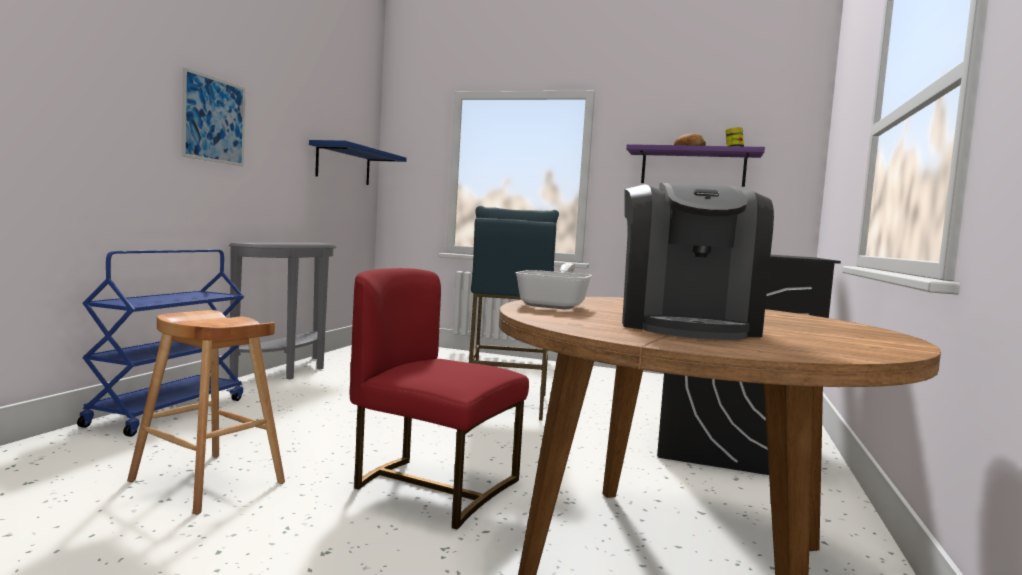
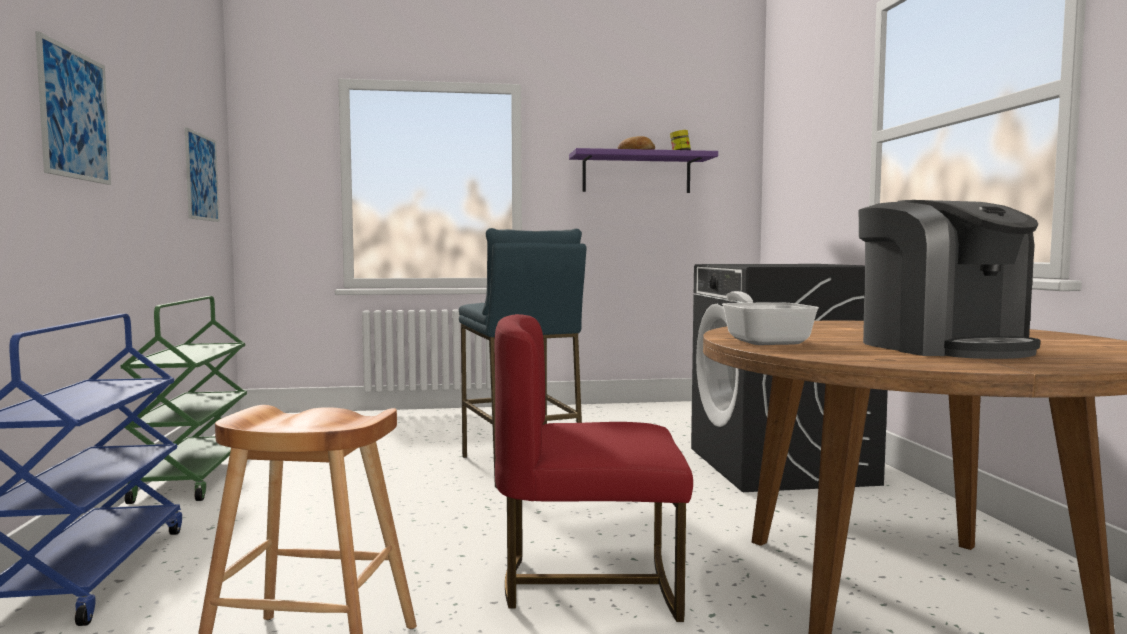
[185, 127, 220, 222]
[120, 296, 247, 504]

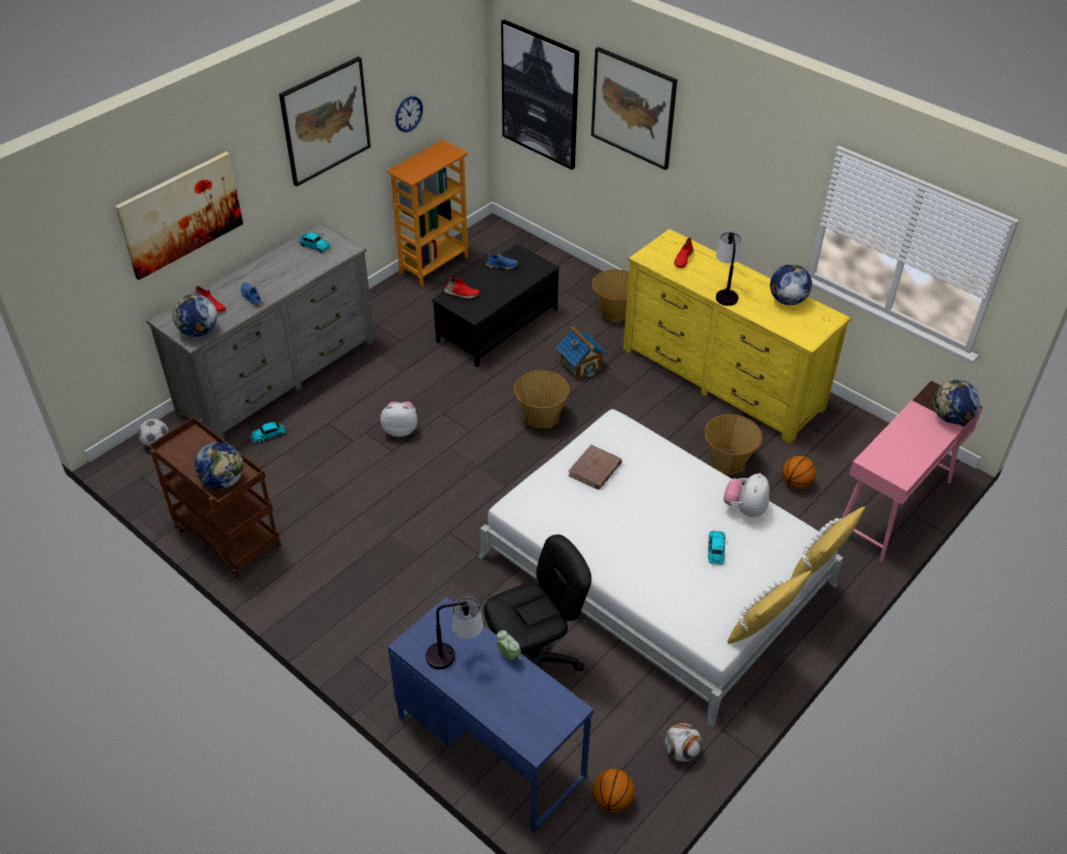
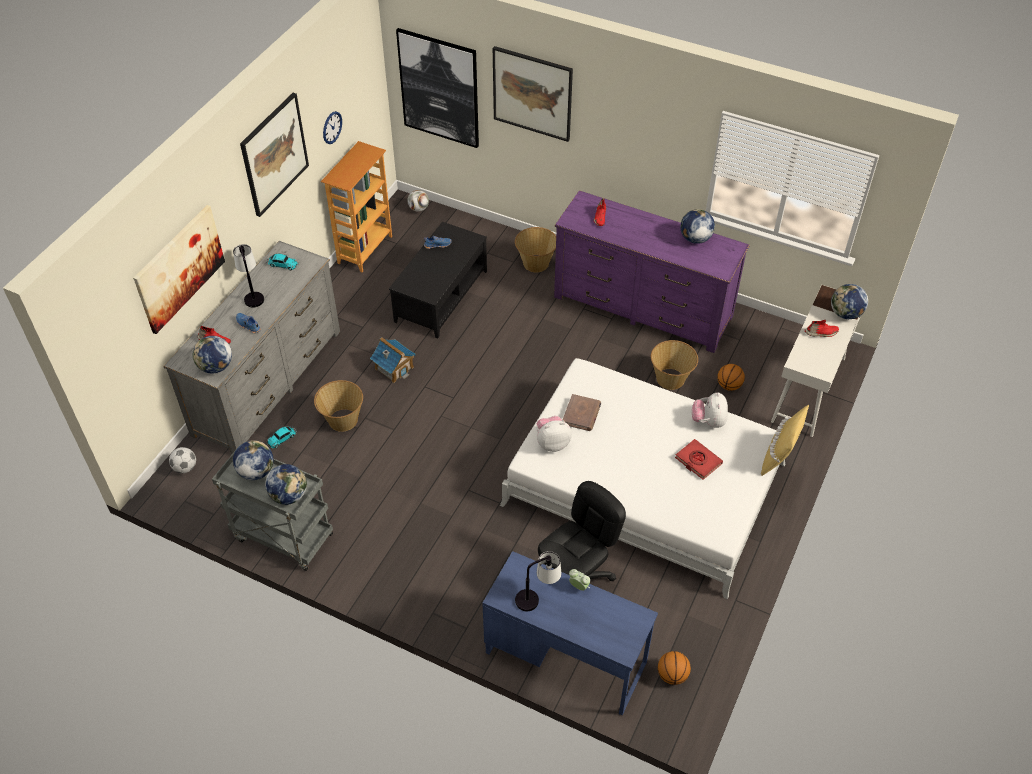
[554, 191, 750, 353]
[233, 244, 264, 308]
[805, 319, 839, 337]
[370, 337, 416, 383]
[314, 380, 363, 432]
[771, 285, 861, 437]
[536, 416, 572, 452]
[212, 444, 333, 571]
[675, 439, 723, 480]
[727, 571, 812, 644] (first image)
[407, 190, 429, 212]
[233, 440, 274, 480]

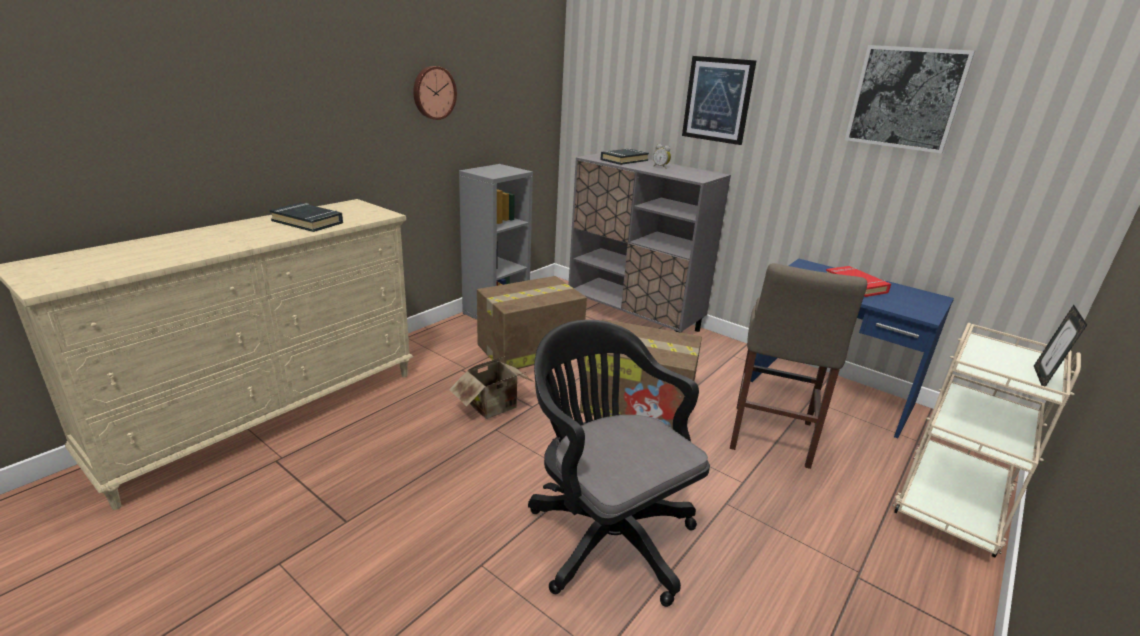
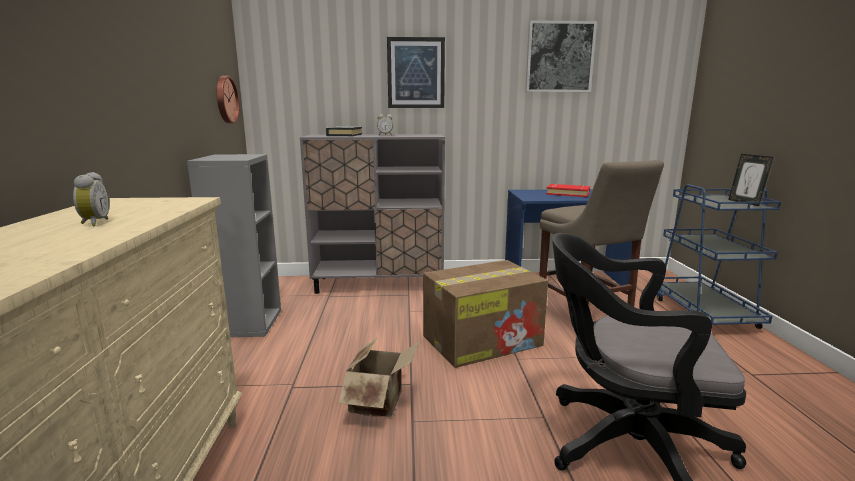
[217, 76, 240, 123]
[73, 172, 110, 226]
[477, 276, 587, 369] (first image)
[656, 184, 781, 329]

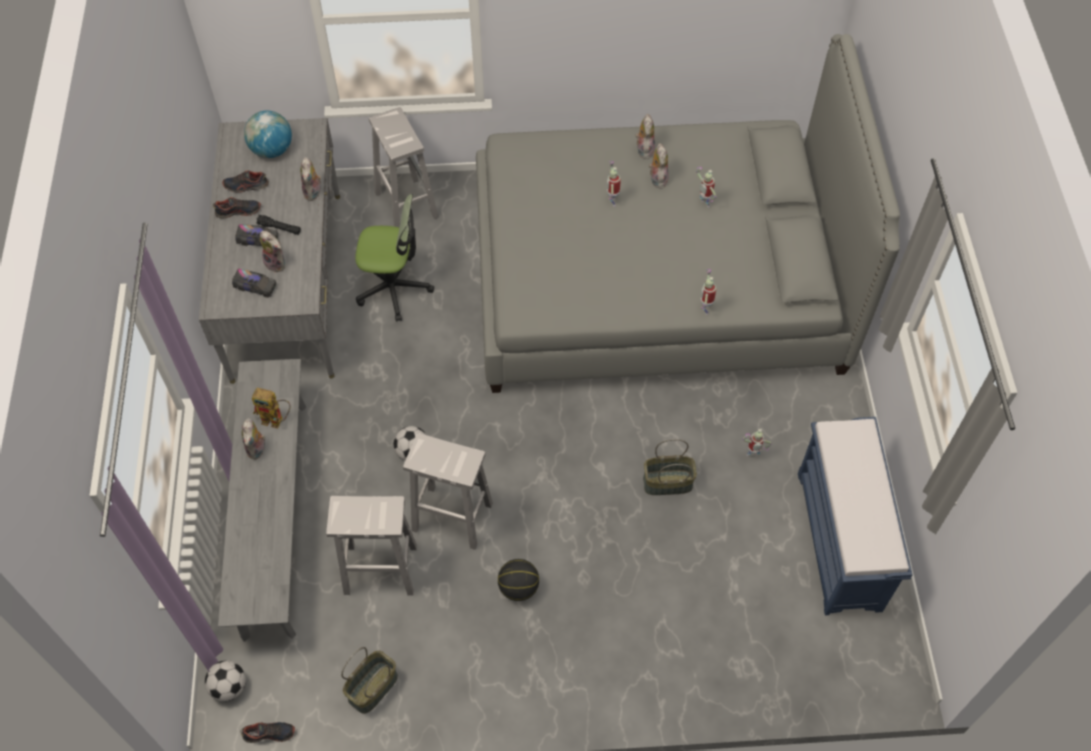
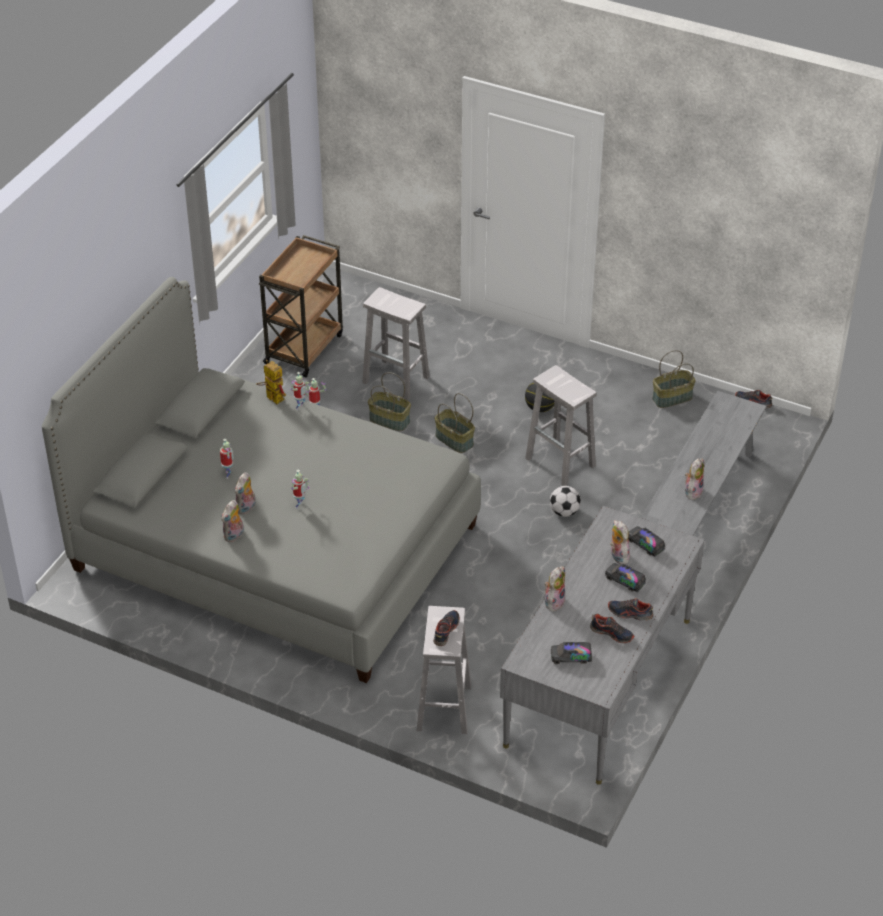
[551, 642, 592, 664]
[355, 194, 434, 322] (first image)
[256, 215, 301, 235] (first image)
[256, 360, 286, 404]
[259, 235, 343, 377]
[362, 287, 430, 401]
[205, 660, 246, 701] (first image)
[435, 393, 475, 453]
[433, 610, 460, 646]

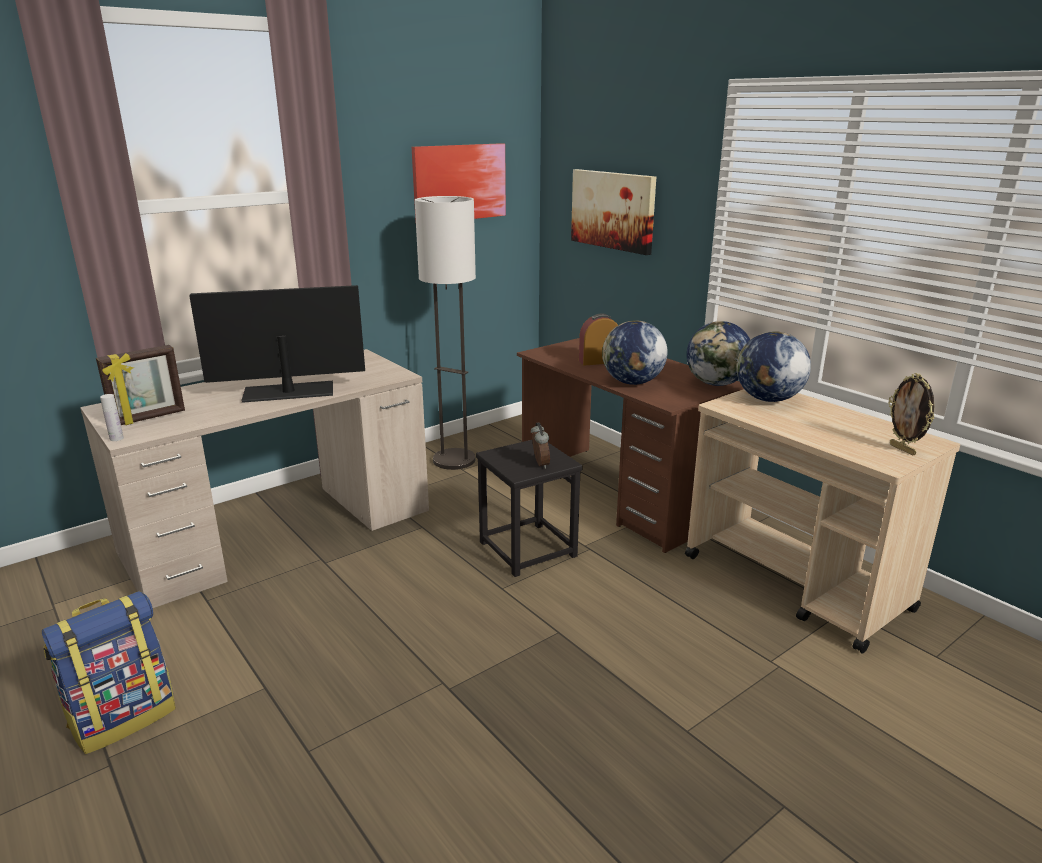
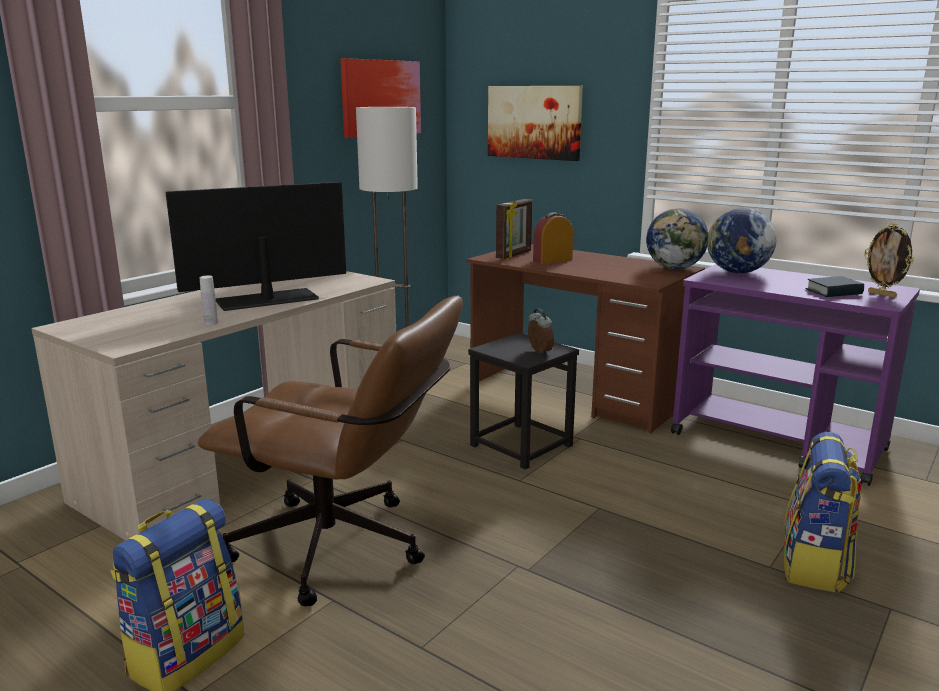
[602, 320, 668, 385] (first image)
[496, 199, 532, 259]
[671, 264, 920, 486]
[199, 276, 218, 325]
[805, 276, 864, 297]
[198, 296, 463, 607]
[783, 432, 861, 593]

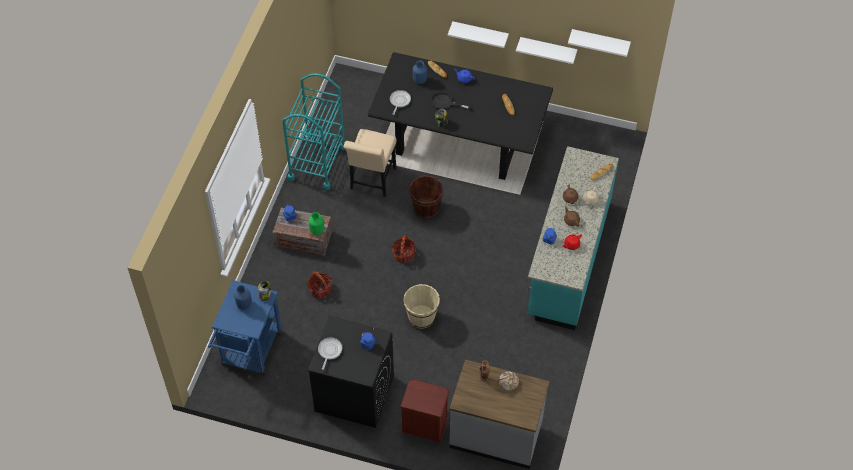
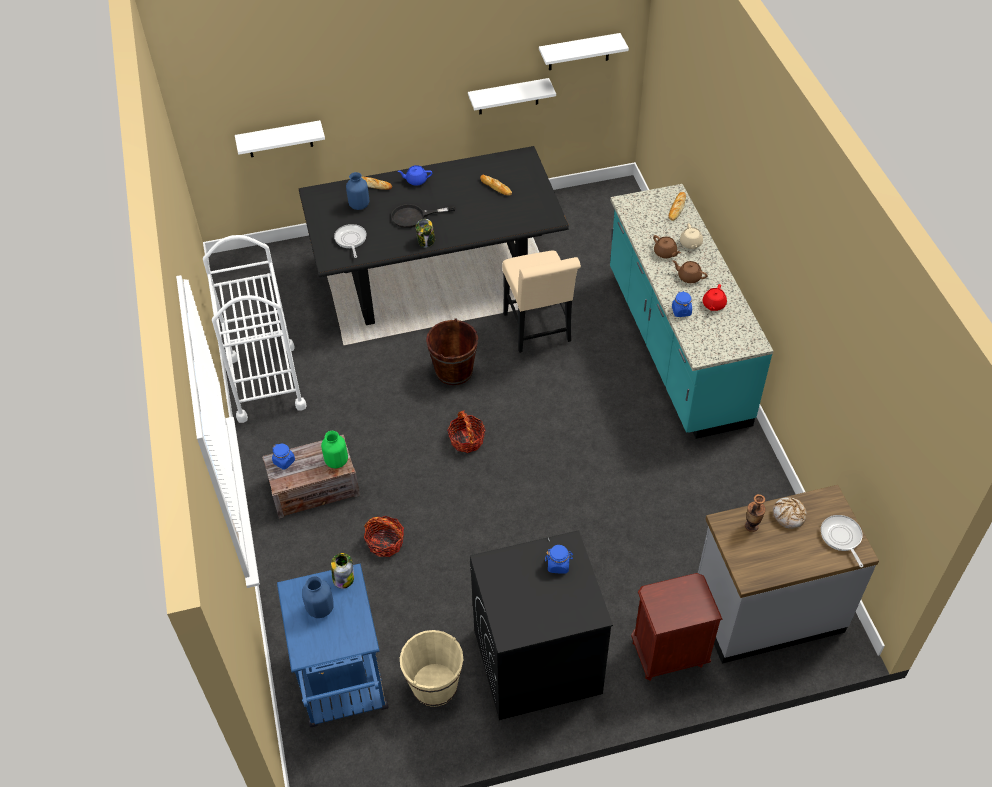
[235, 120, 325, 157]
[203, 235, 307, 423]
[502, 251, 581, 353]
[400, 630, 463, 707]
[821, 515, 863, 567]

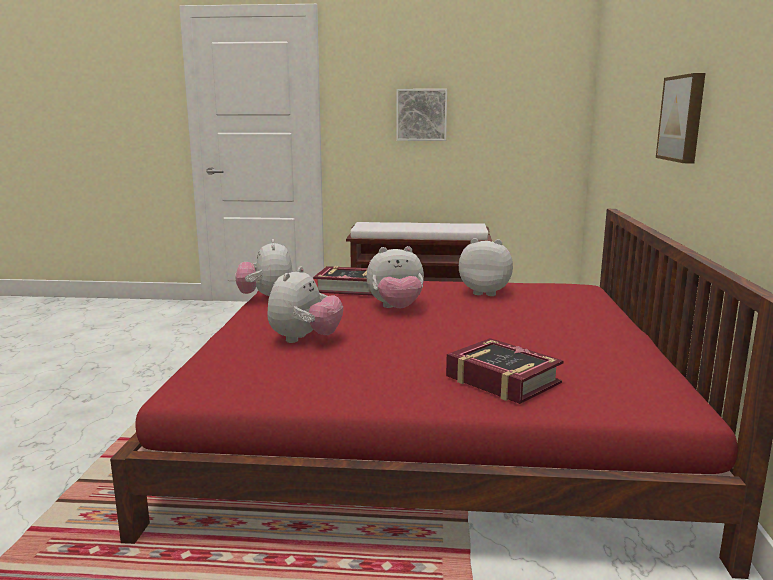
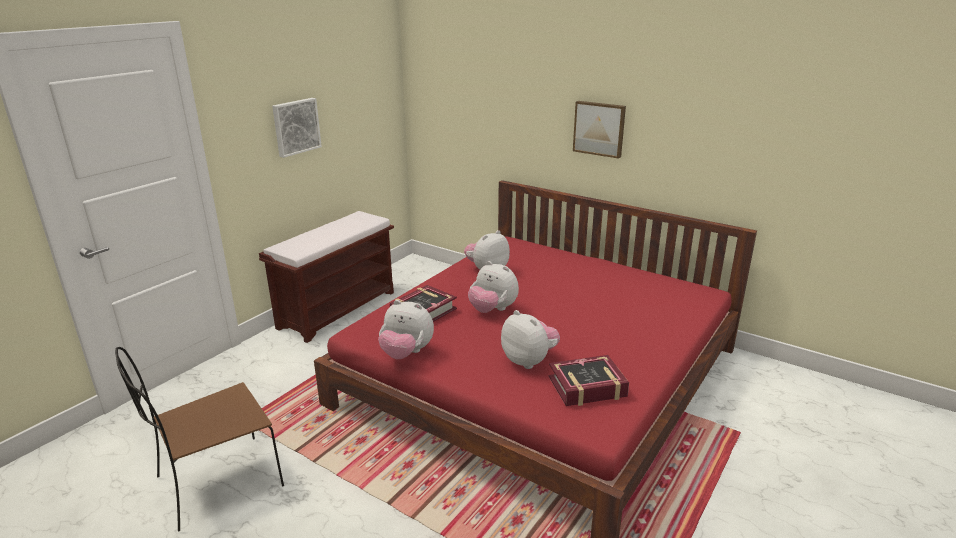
[468, 261, 519, 313]
[549, 355, 629, 406]
[115, 347, 284, 532]

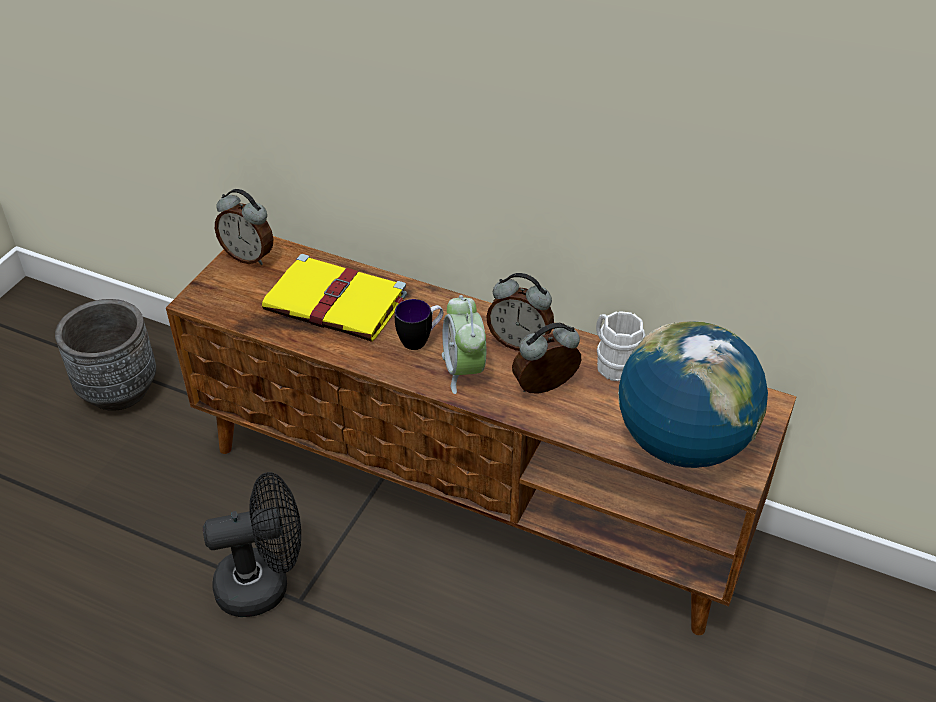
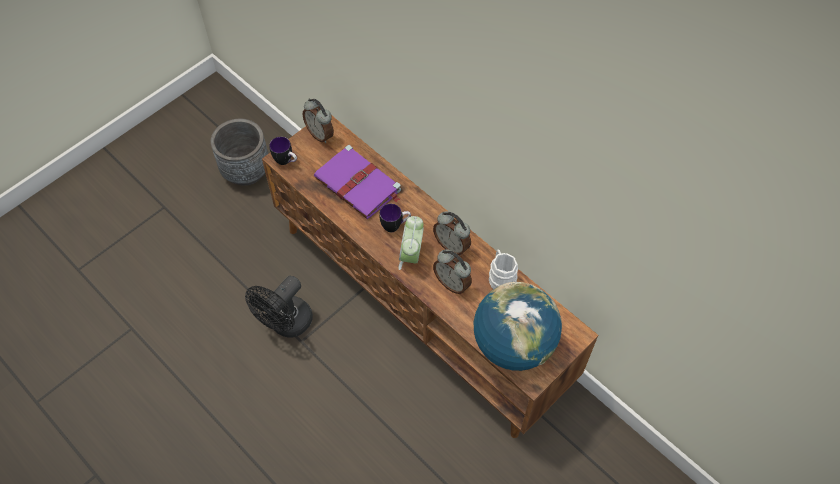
[314, 145, 401, 219]
[433, 249, 472, 294]
[245, 276, 313, 338]
[269, 137, 297, 165]

